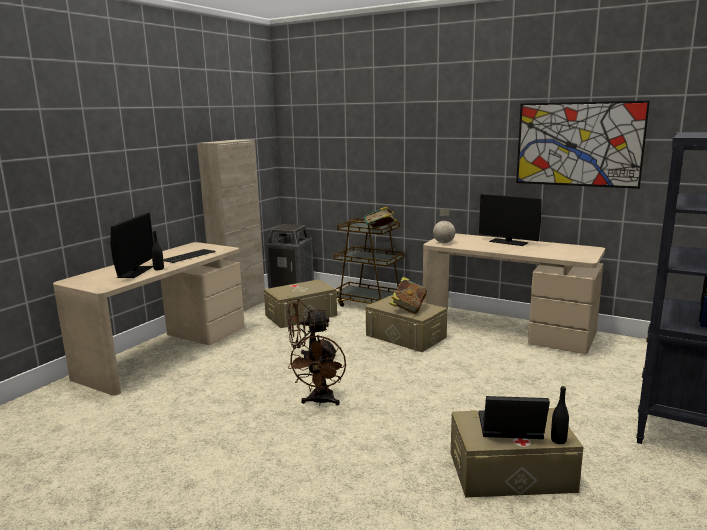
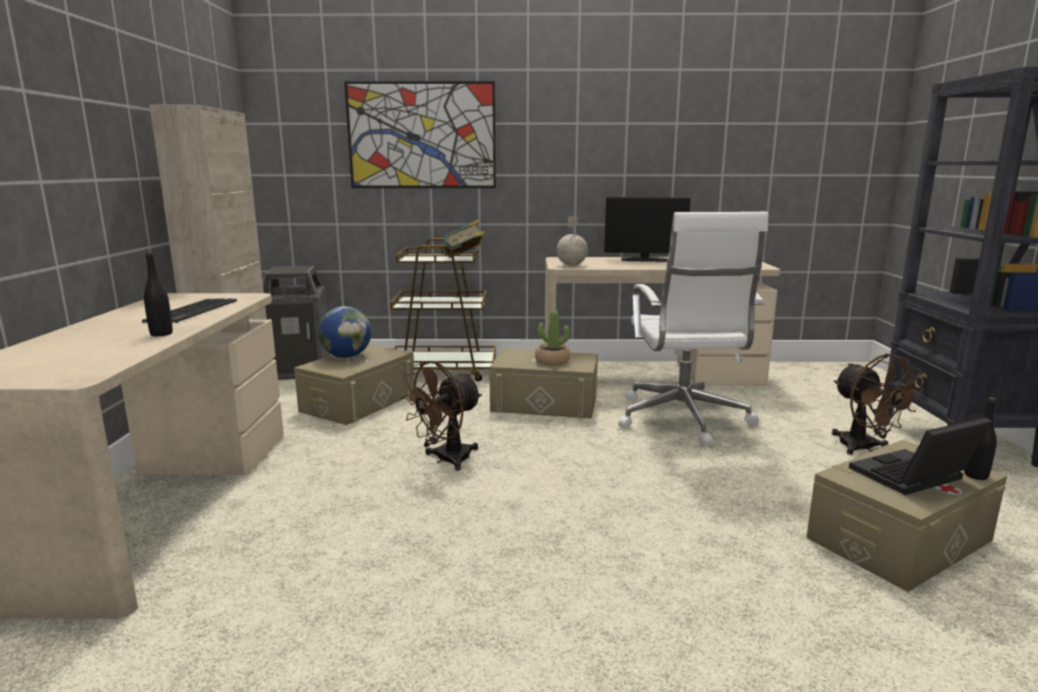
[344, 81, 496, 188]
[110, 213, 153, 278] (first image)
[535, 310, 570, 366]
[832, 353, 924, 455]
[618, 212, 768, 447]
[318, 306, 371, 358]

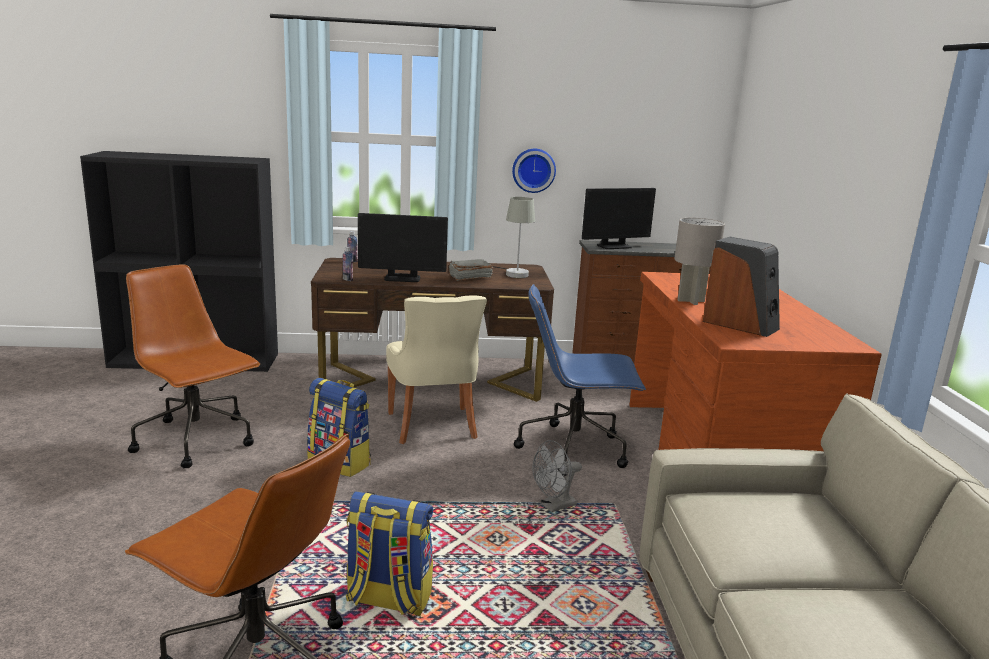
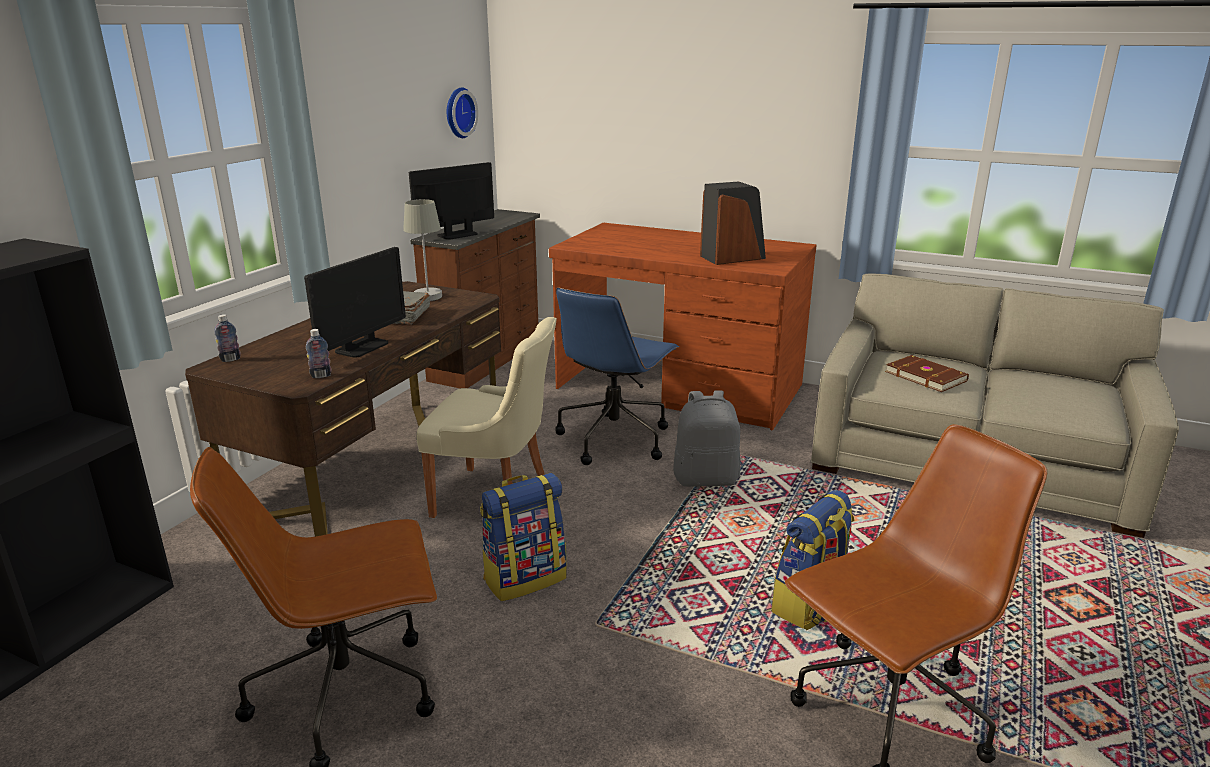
[447, 87, 478, 138]
[409, 162, 494, 240]
[674, 218, 725, 305] (first image)
[673, 391, 740, 487]
[885, 355, 969, 392]

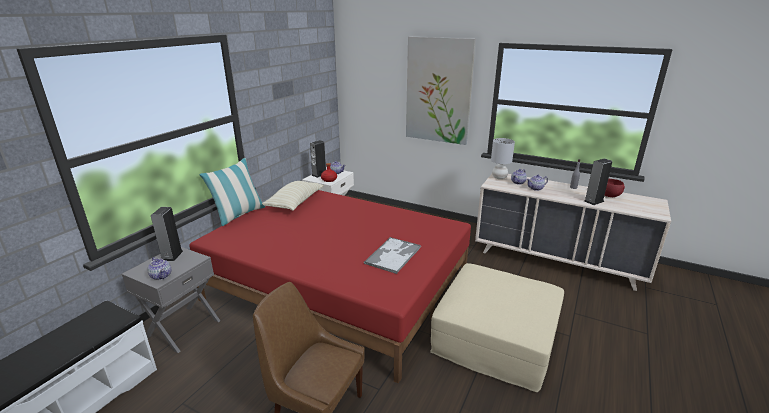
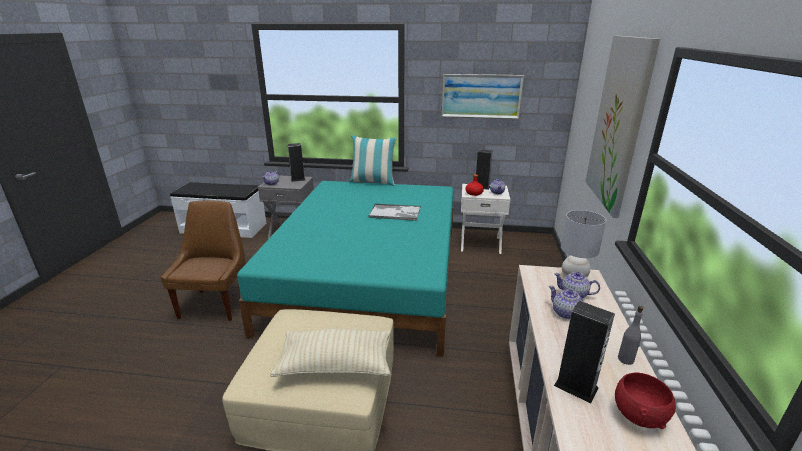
[270, 329, 391, 377]
[237, 181, 454, 357]
[368, 204, 421, 221]
[441, 74, 524, 119]

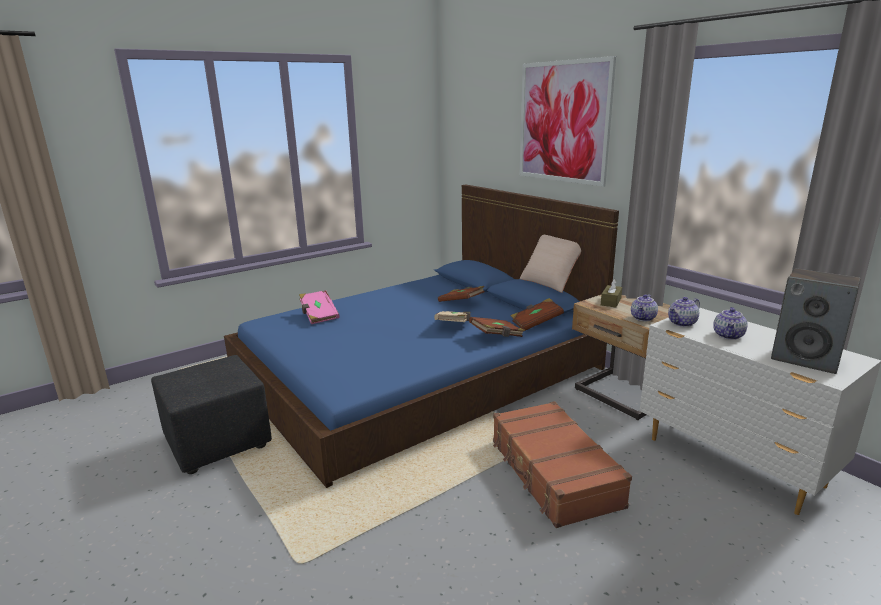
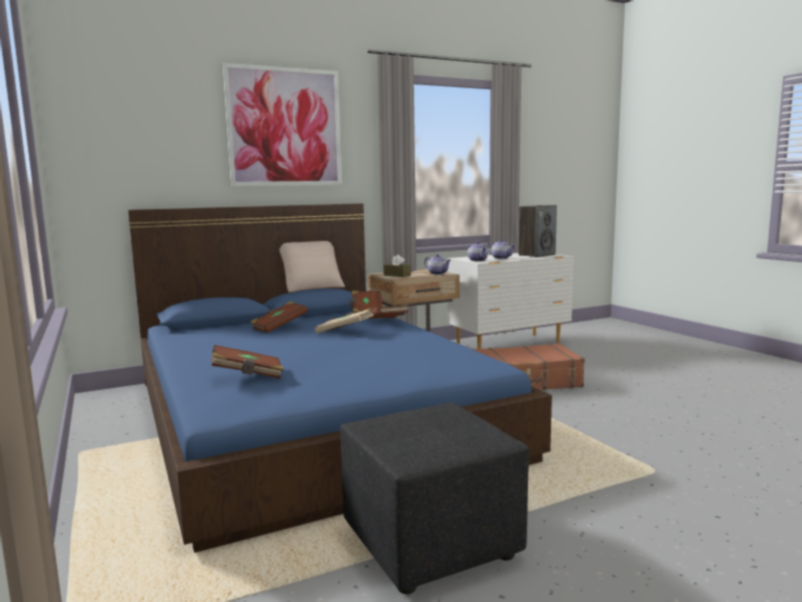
[212, 345, 284, 379]

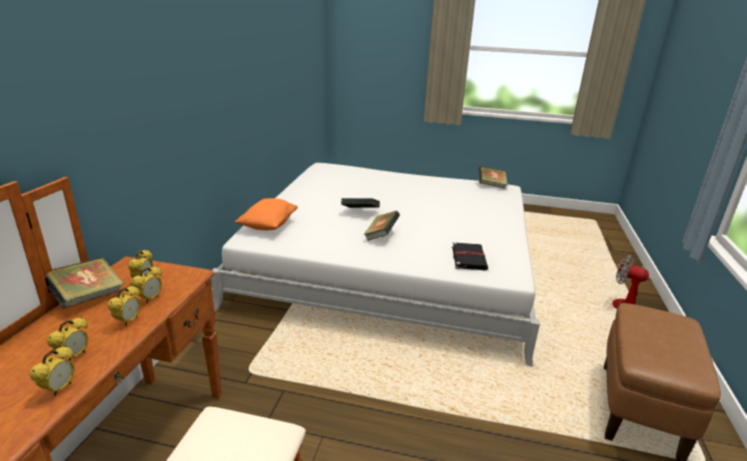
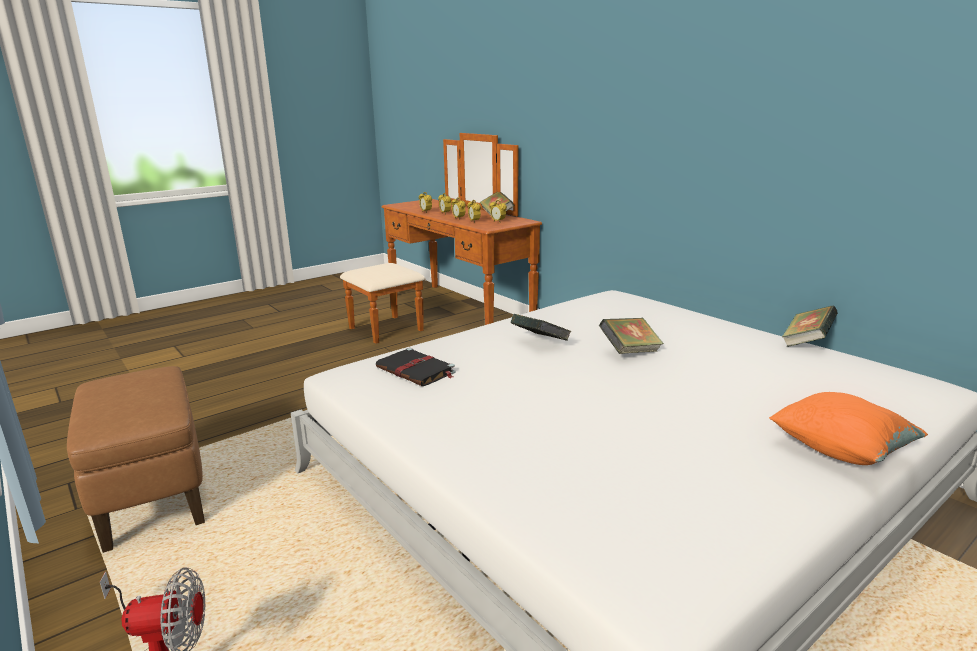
[782, 306, 838, 347]
[769, 392, 928, 465]

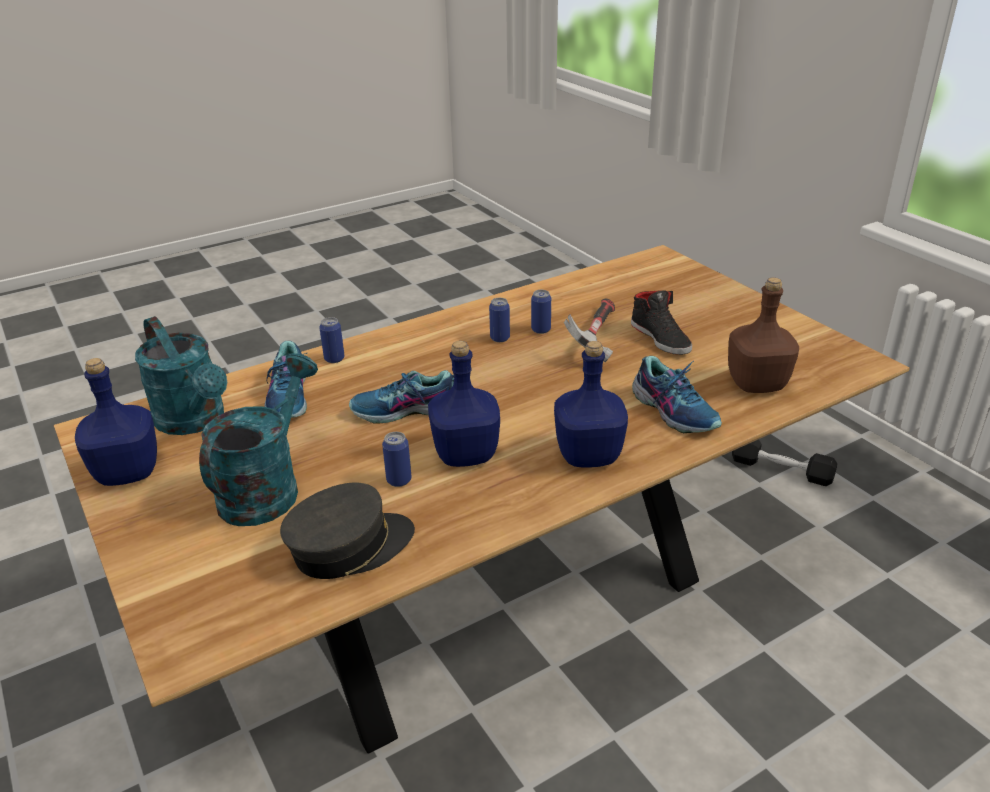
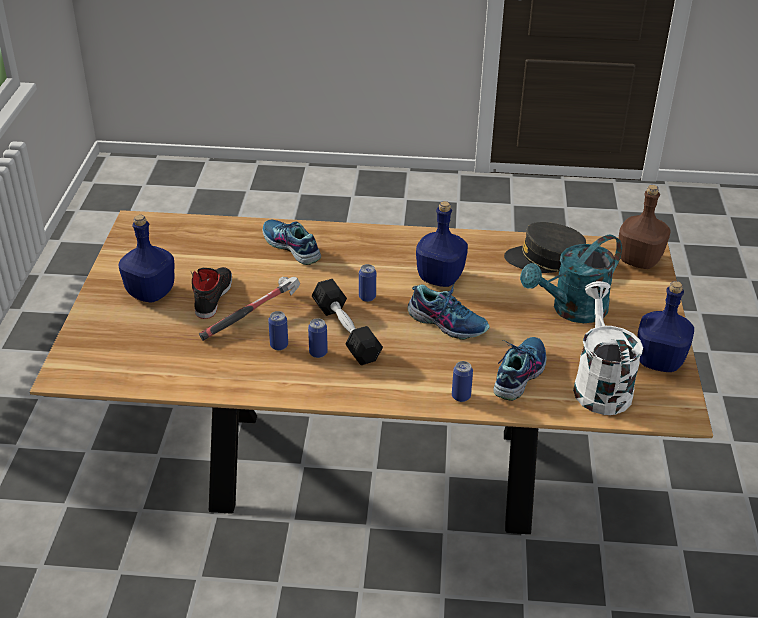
[619, 185, 671, 269]
[573, 281, 643, 415]
[119, 215, 175, 302]
[262, 220, 321, 265]
[359, 264, 376, 302]
[312, 279, 383, 365]

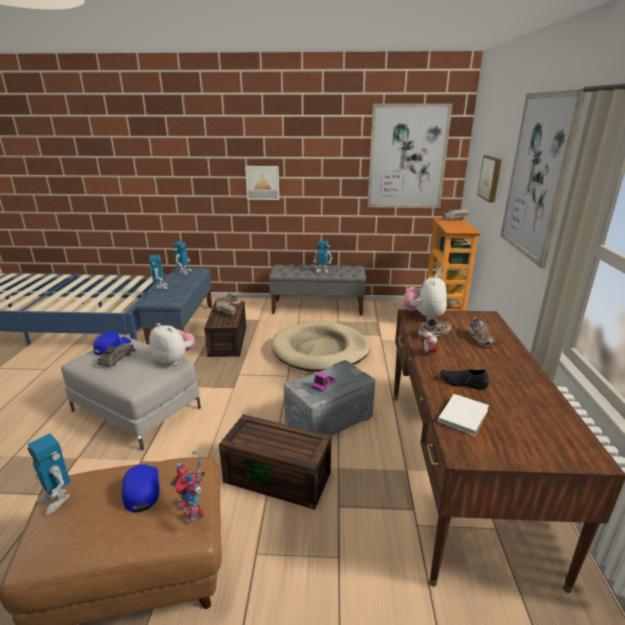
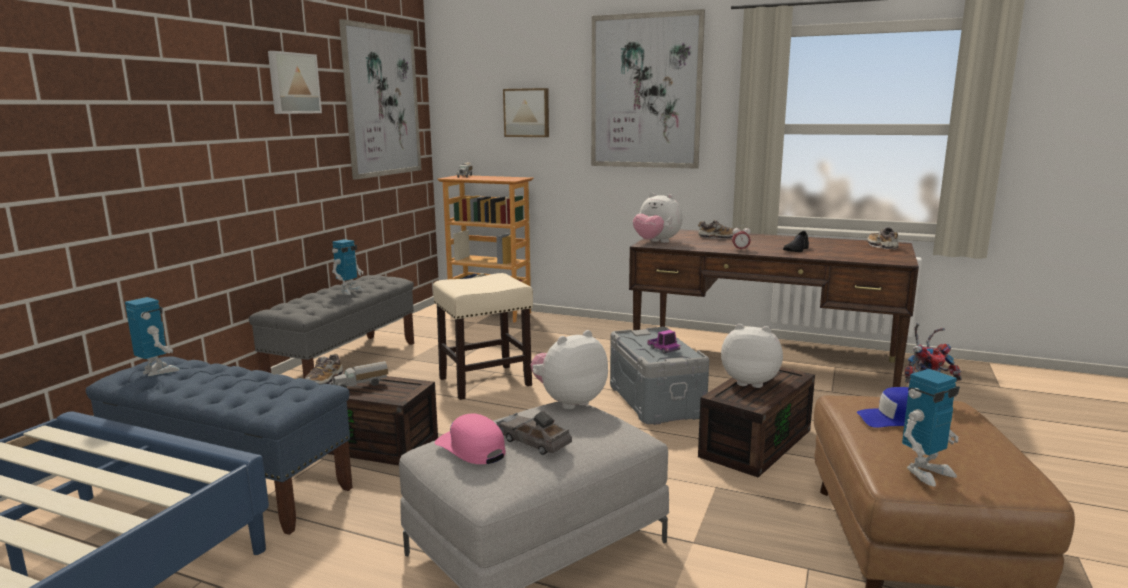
[268, 51, 322, 114]
[149, 255, 168, 289] (first image)
[867, 227, 899, 249]
[433, 273, 533, 400]
[434, 414, 506, 464]
[438, 394, 489, 436] (first image)
[721, 324, 783, 388]

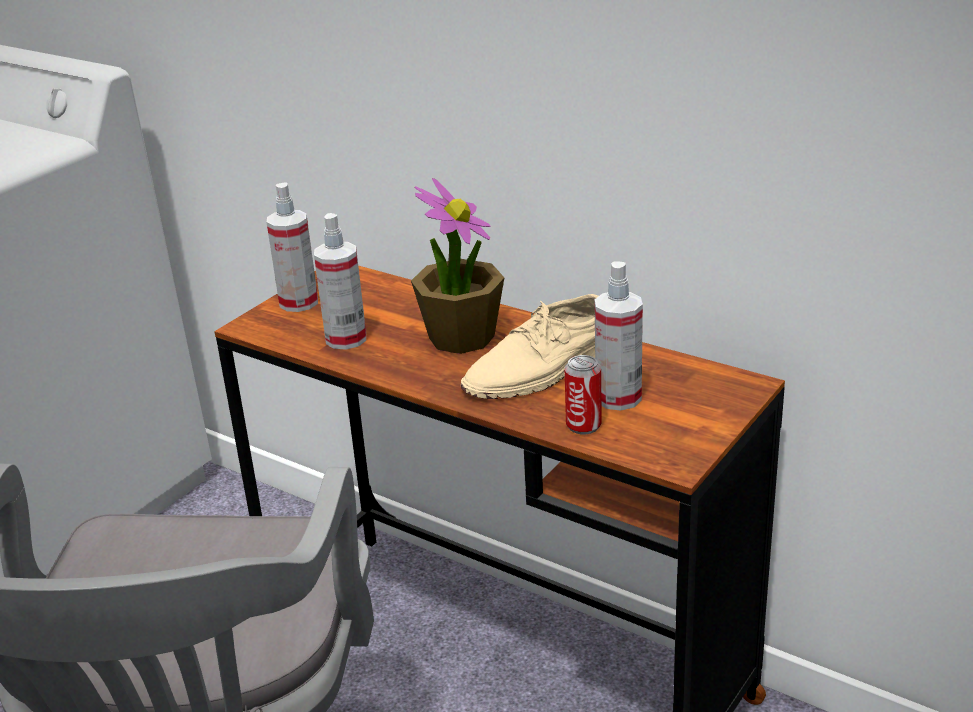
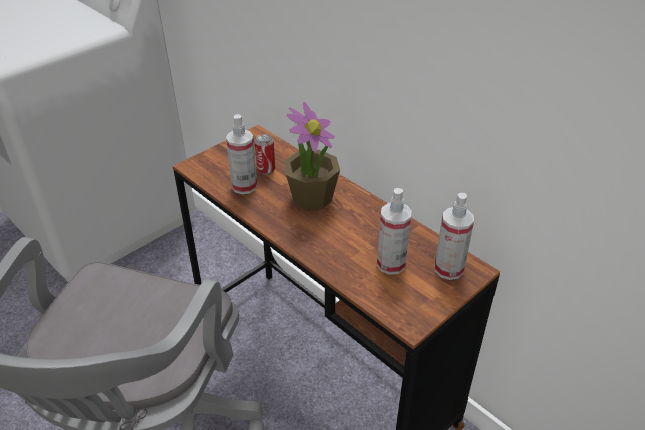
[435, 193, 474, 280]
[461, 294, 598, 399] (first image)
[255, 134, 275, 175]

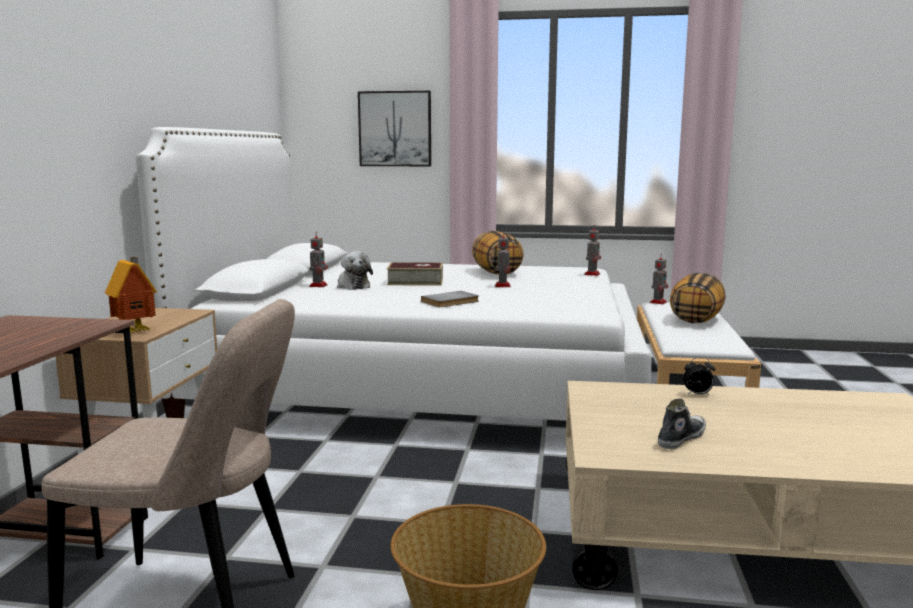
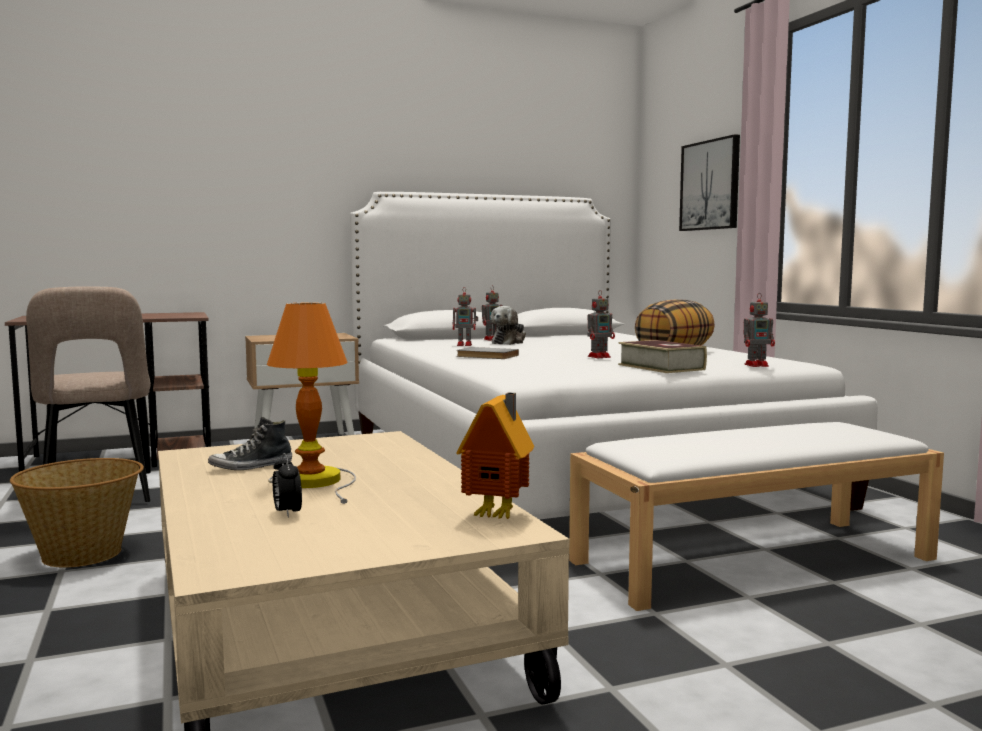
[453, 288, 478, 346]
[456, 392, 534, 519]
[618, 340, 707, 373]
[670, 272, 726, 323] (first image)
[273, 453, 302, 518]
[208, 416, 292, 470]
[267, 303, 356, 504]

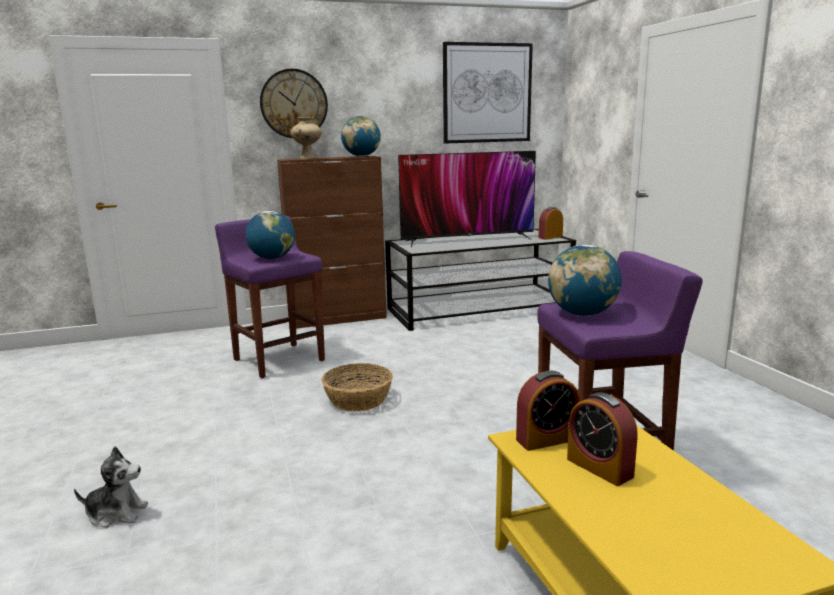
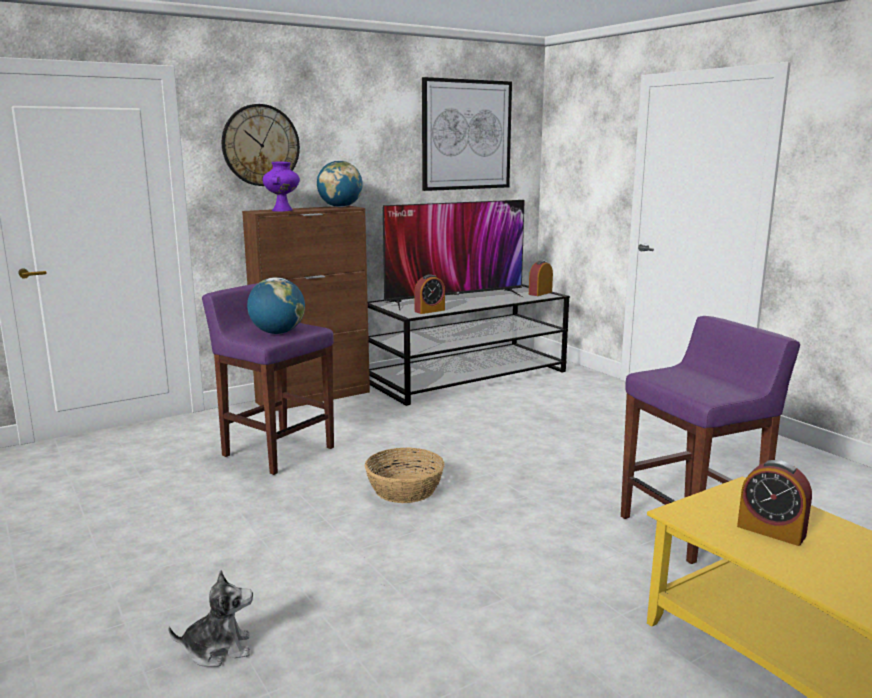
[263, 162, 300, 212]
[548, 245, 622, 316] (first image)
[414, 274, 445, 314]

